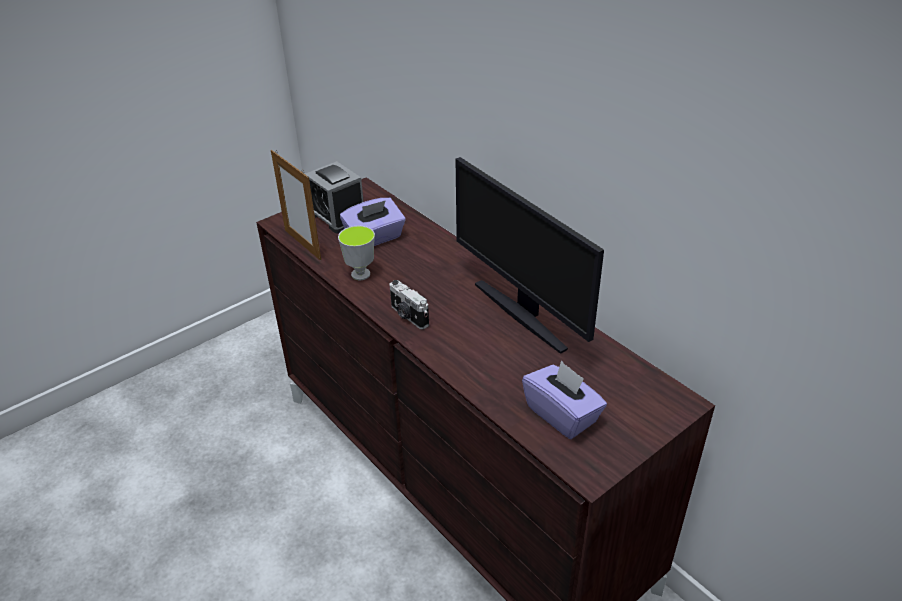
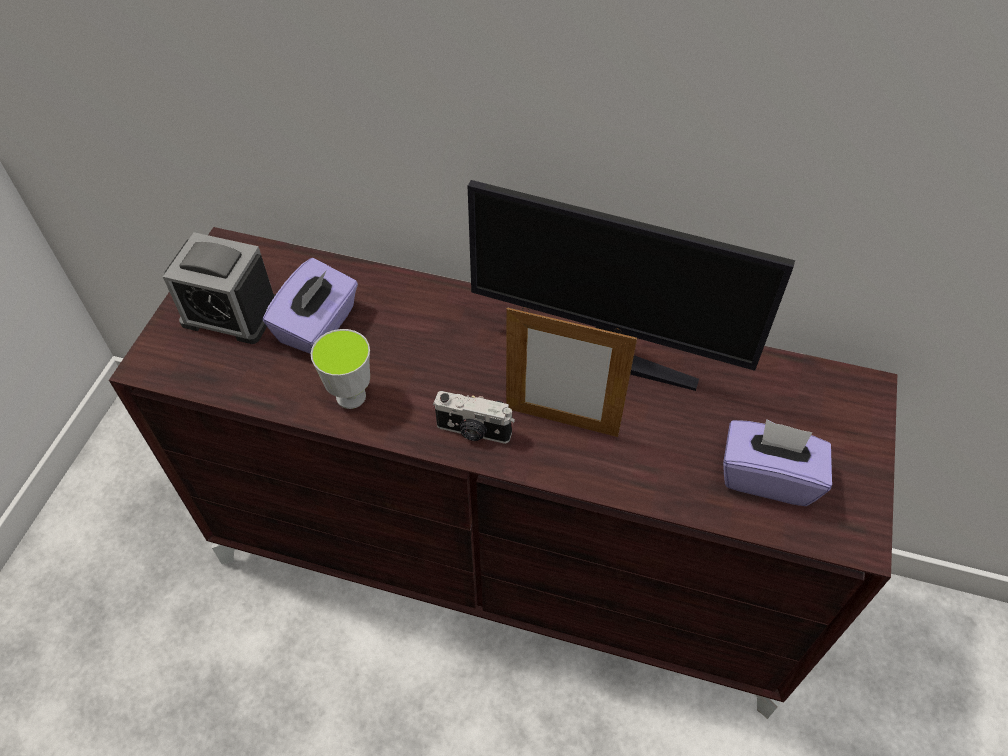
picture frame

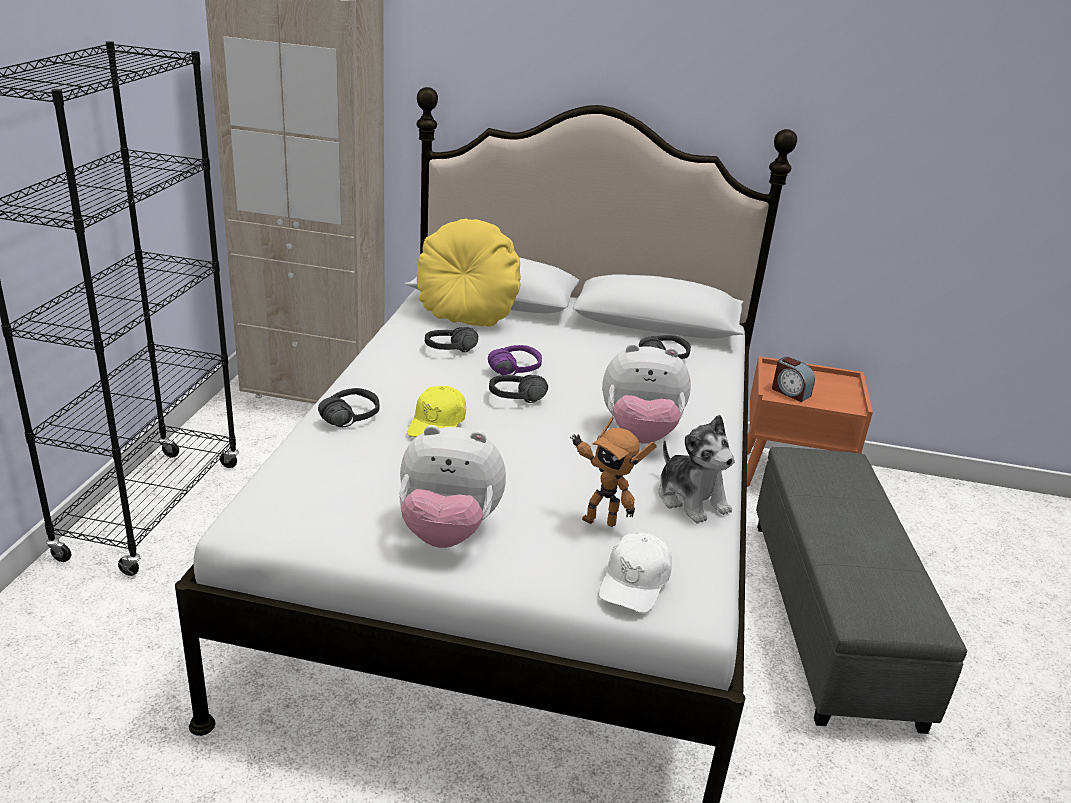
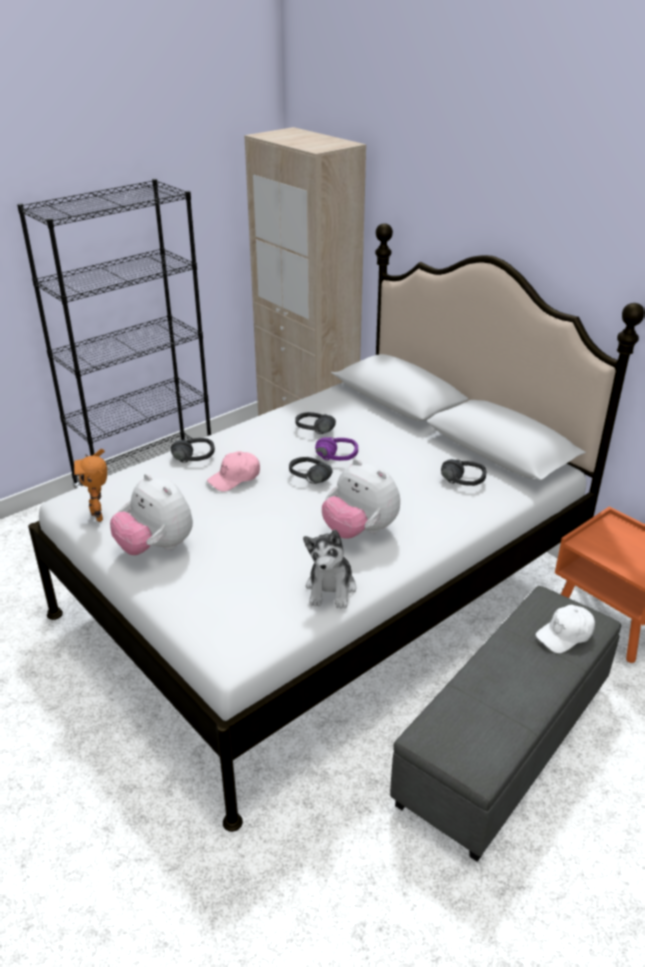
pink cap
yellow pillow
toy robot
white cap
alarm clock

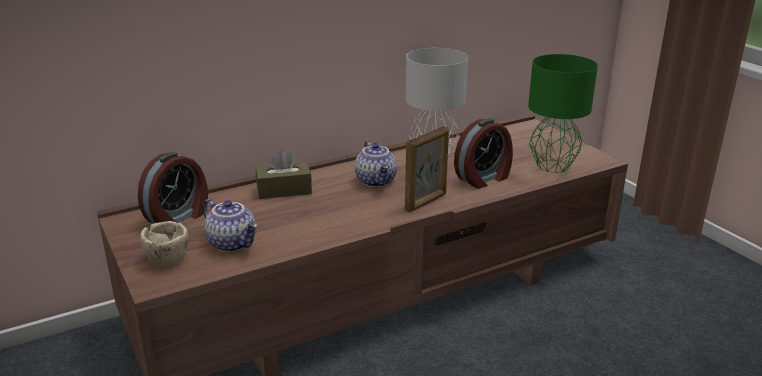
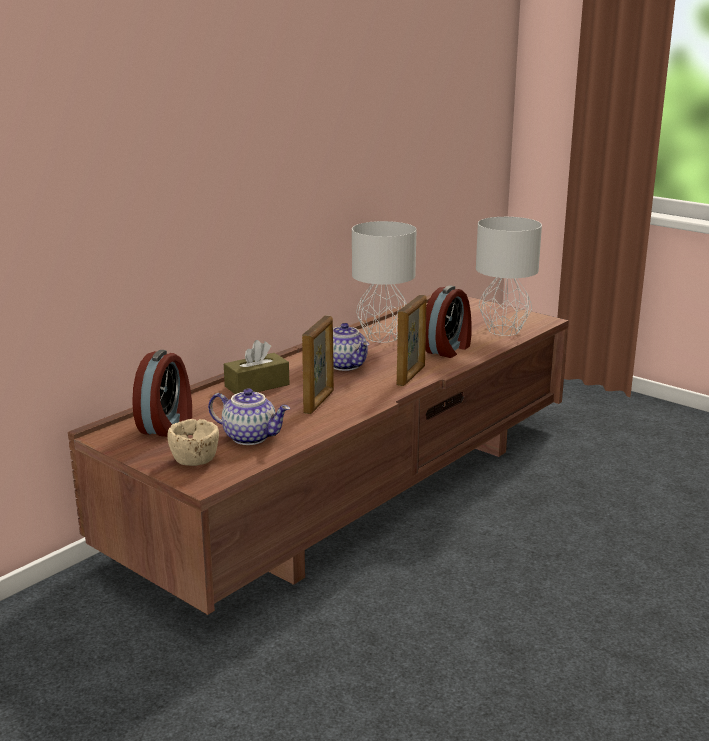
grey table lamp (no. 2 from left)
picture frame (no. 1 from left)

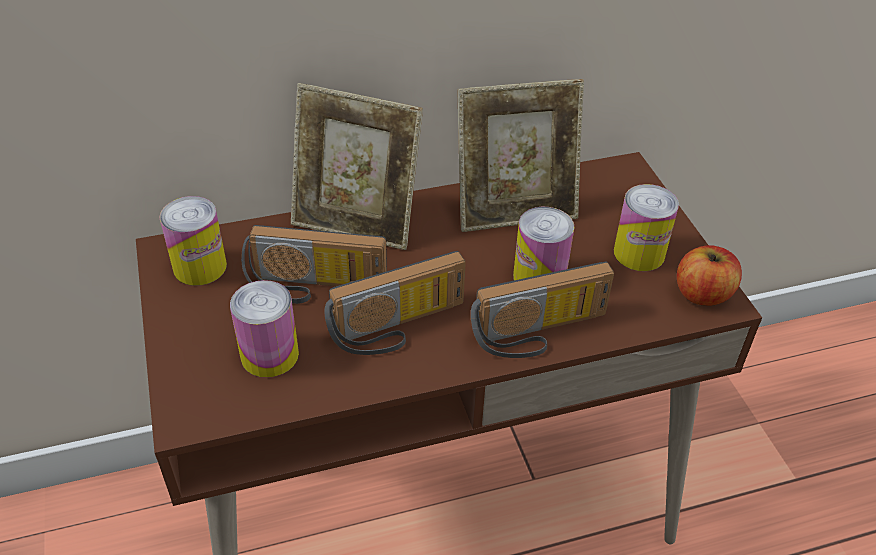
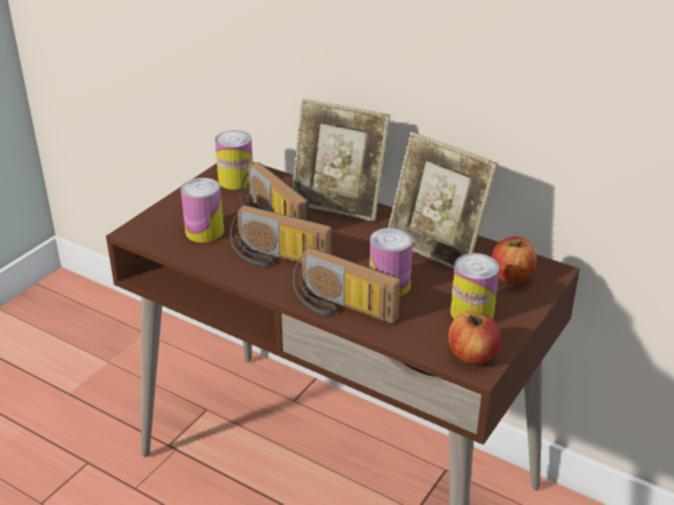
picture frame (no. 1 from left)
apple (no. 2 from left)

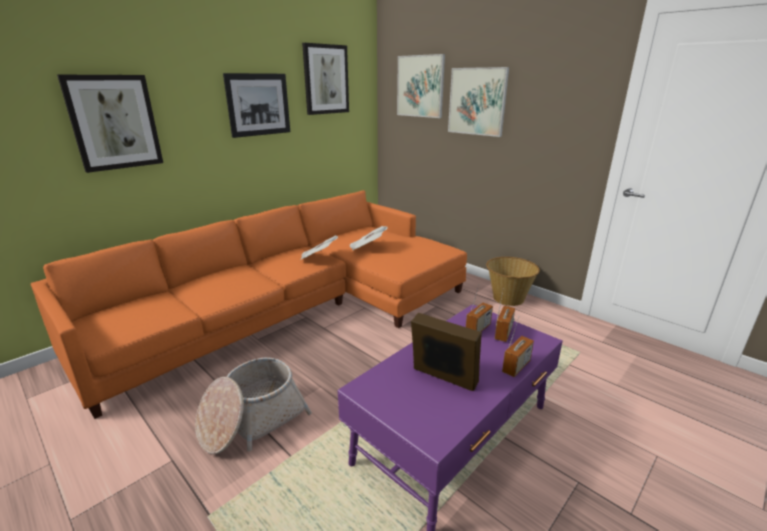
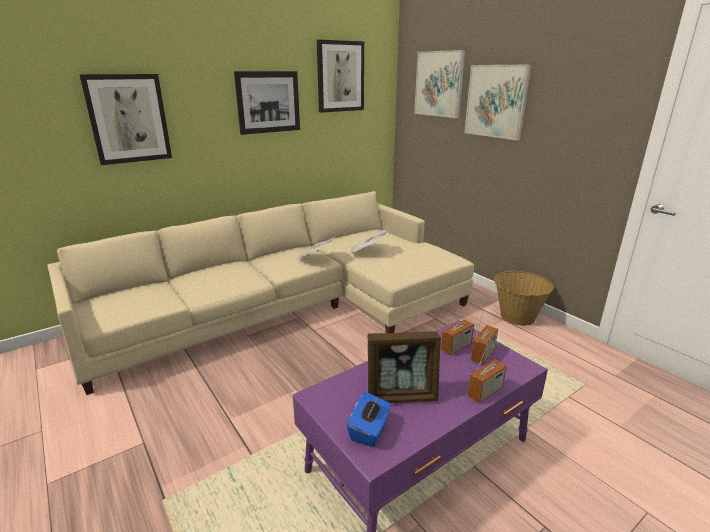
beige sofa
basket (no. 1 from left in the first image)
picture frame
blue tissue box

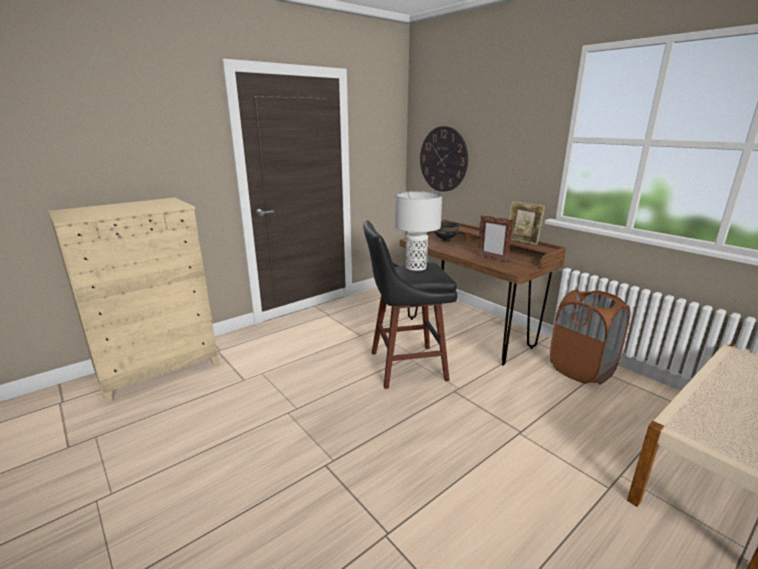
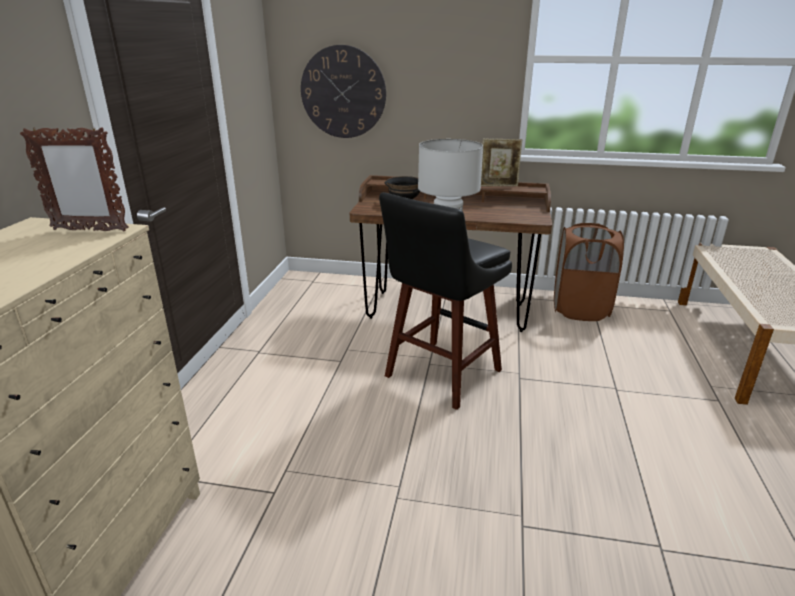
picture frame (no. 1 from left)

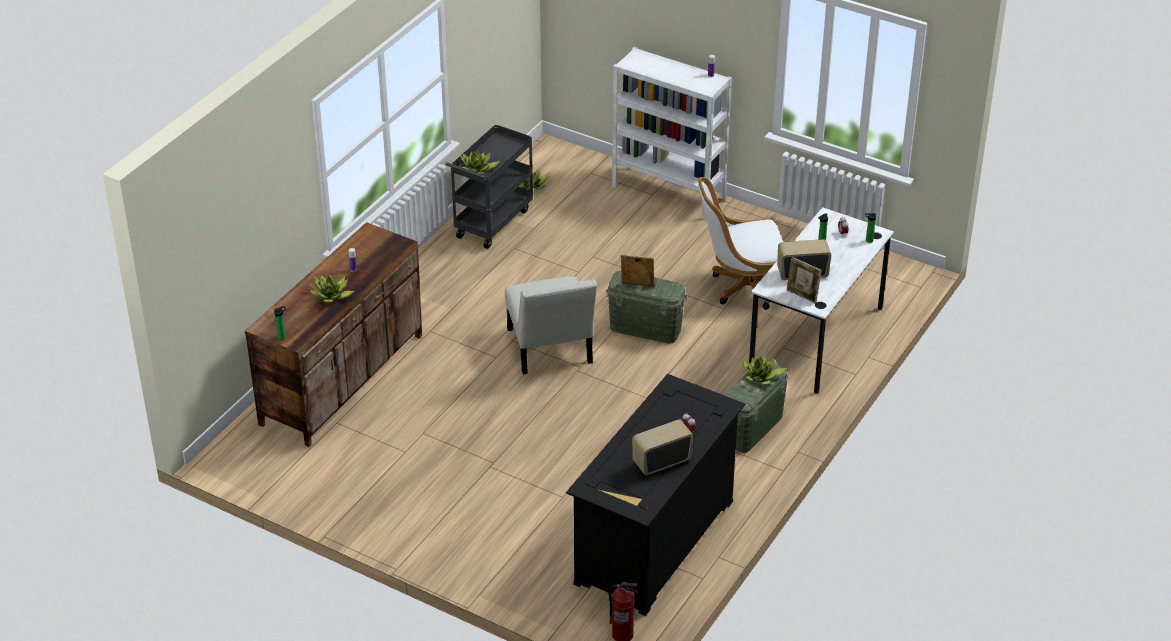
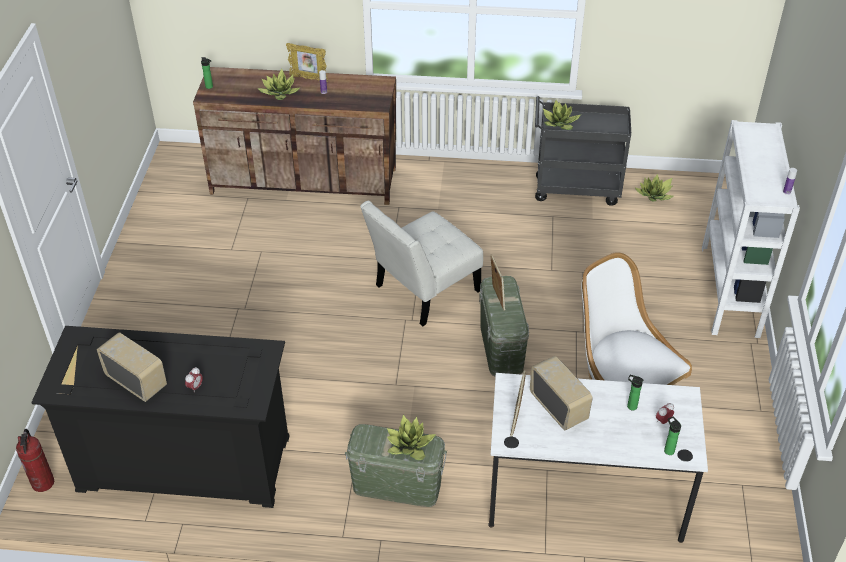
picture frame (no. 1 from left)

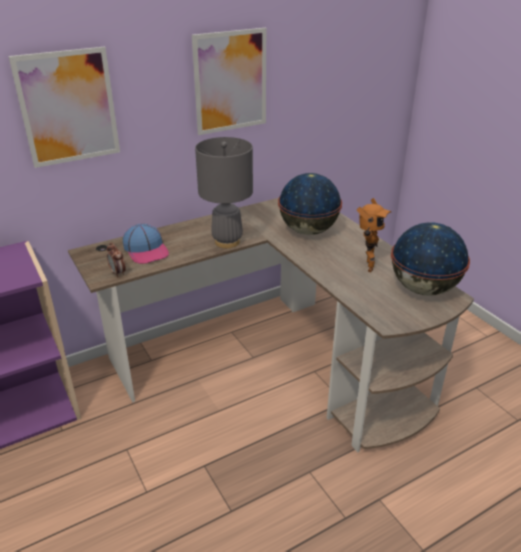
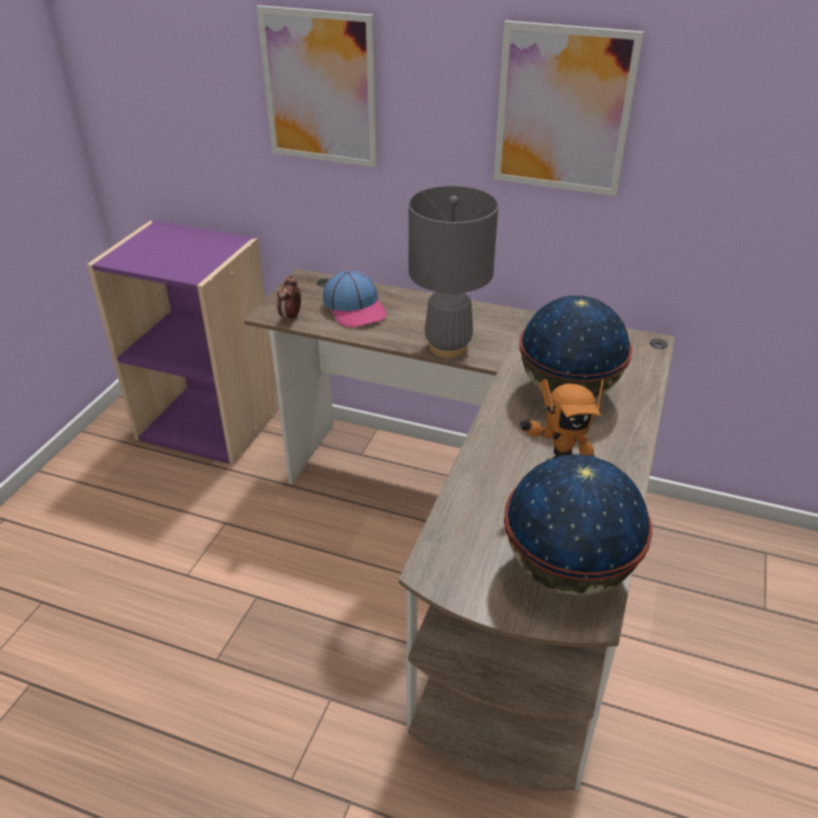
cap

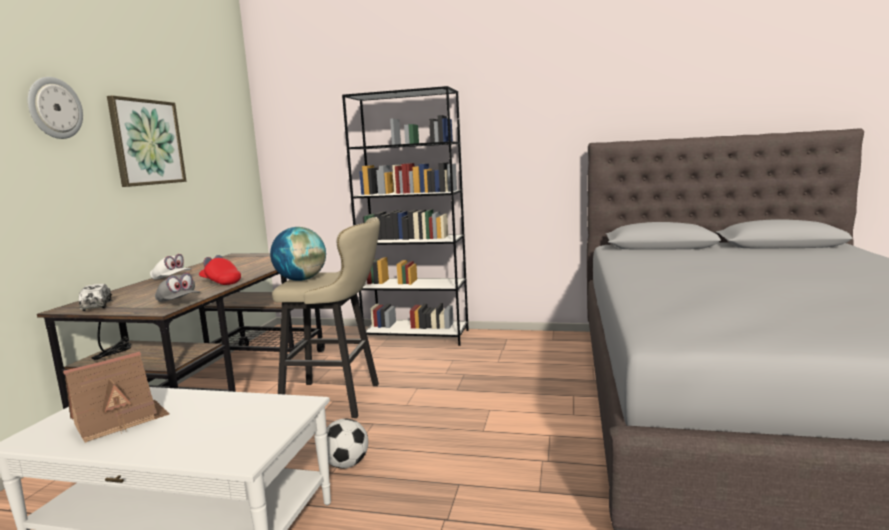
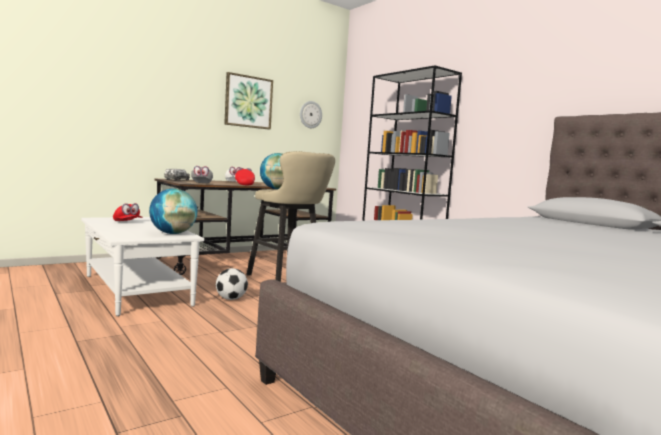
wall clock
red cap (no. 1 from left)
globe (no. 1 from left)

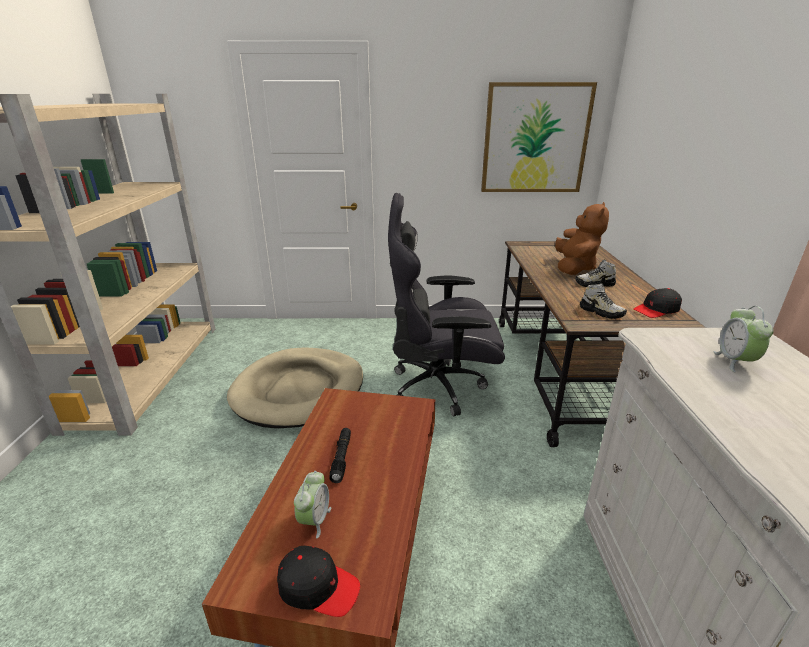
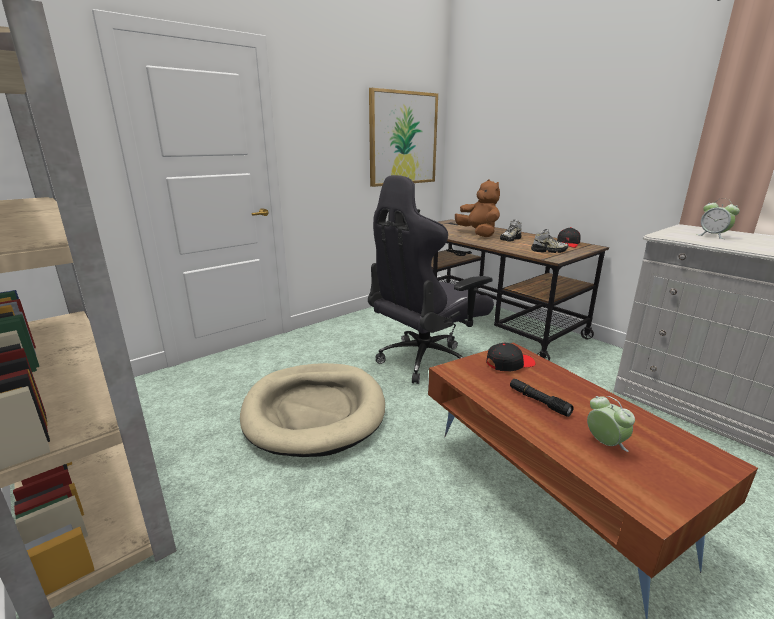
black cap (no. 1 from left)

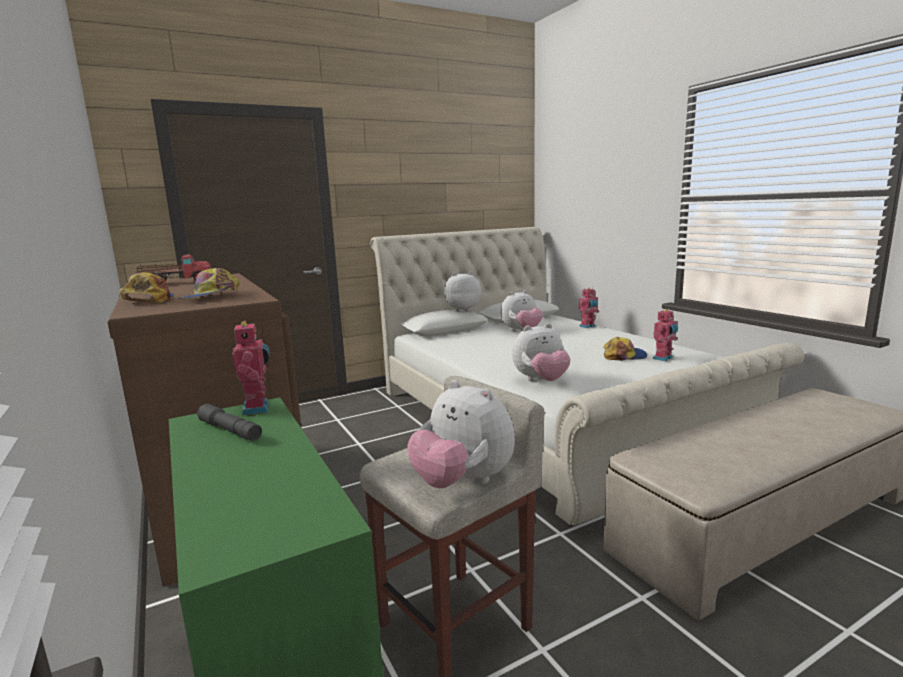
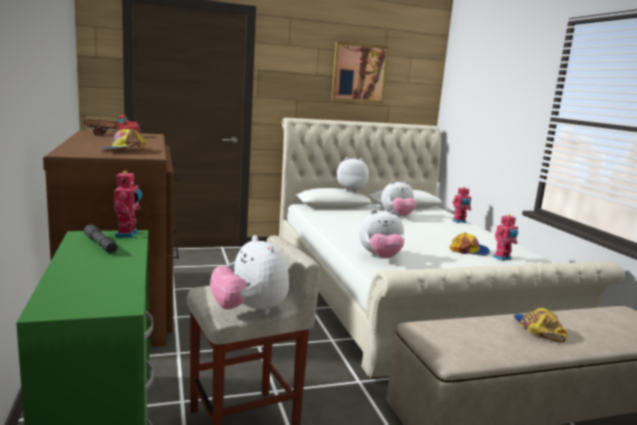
cap (no. 3 from left)
picture

